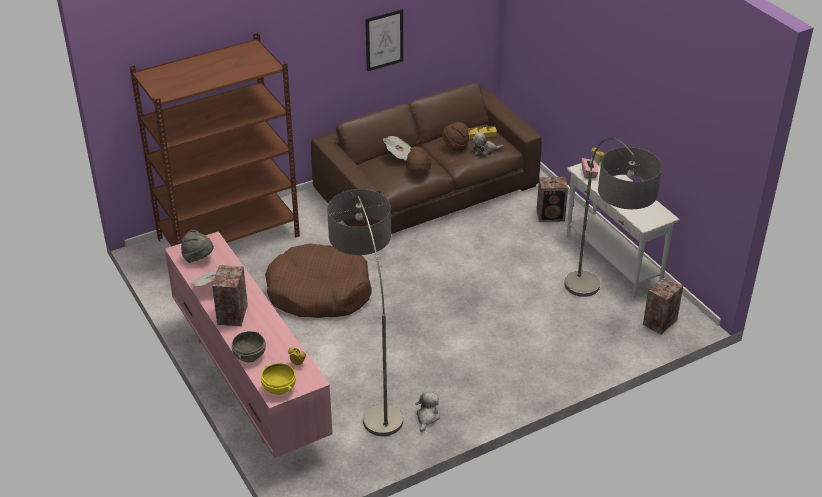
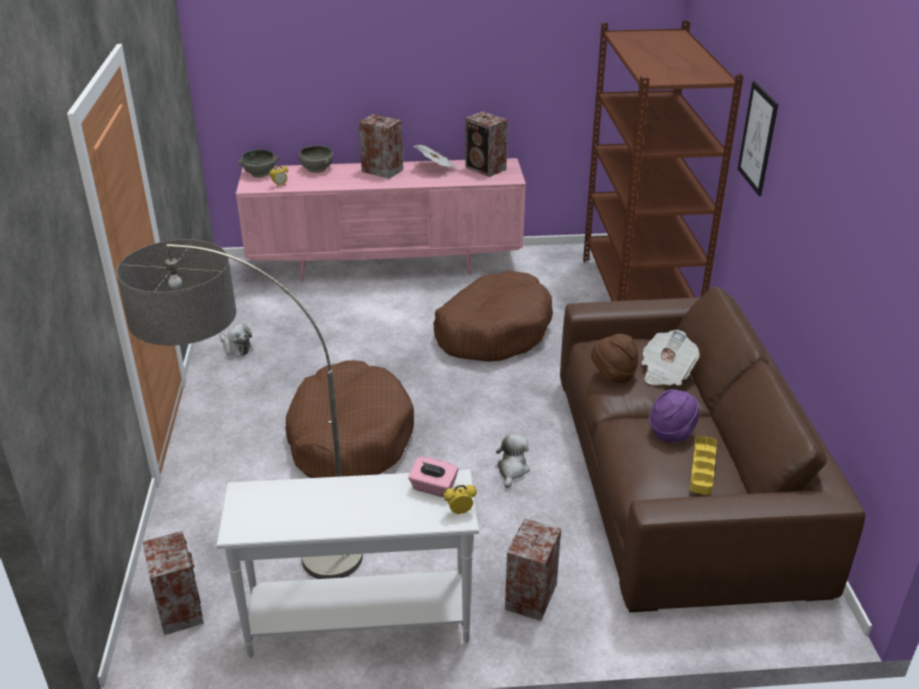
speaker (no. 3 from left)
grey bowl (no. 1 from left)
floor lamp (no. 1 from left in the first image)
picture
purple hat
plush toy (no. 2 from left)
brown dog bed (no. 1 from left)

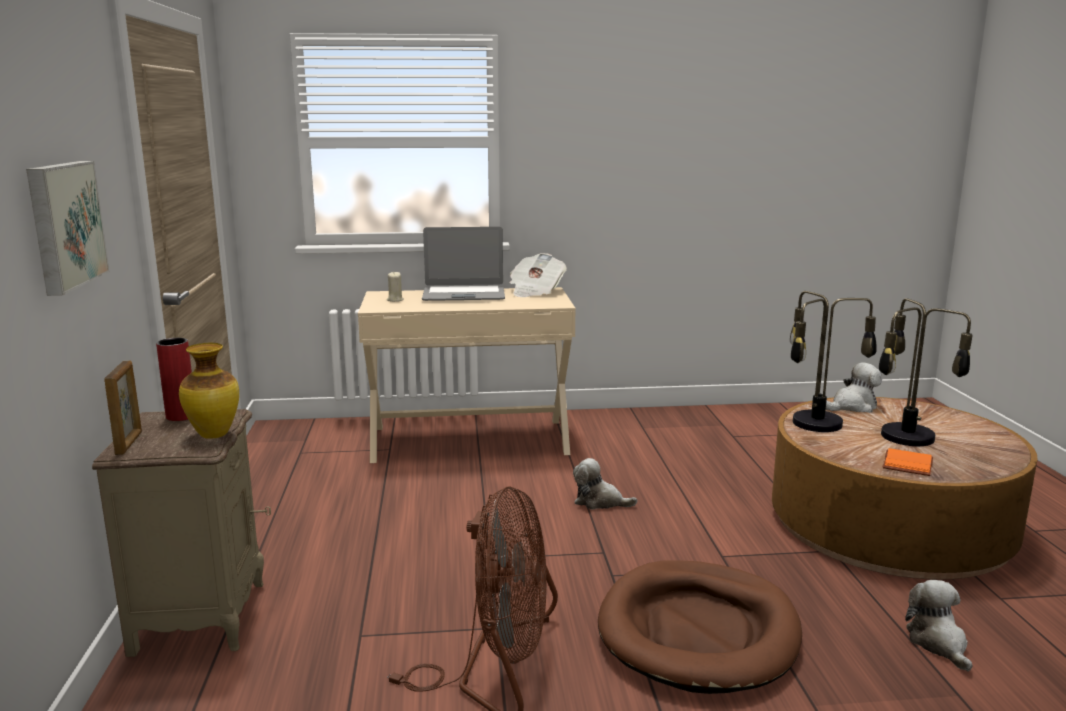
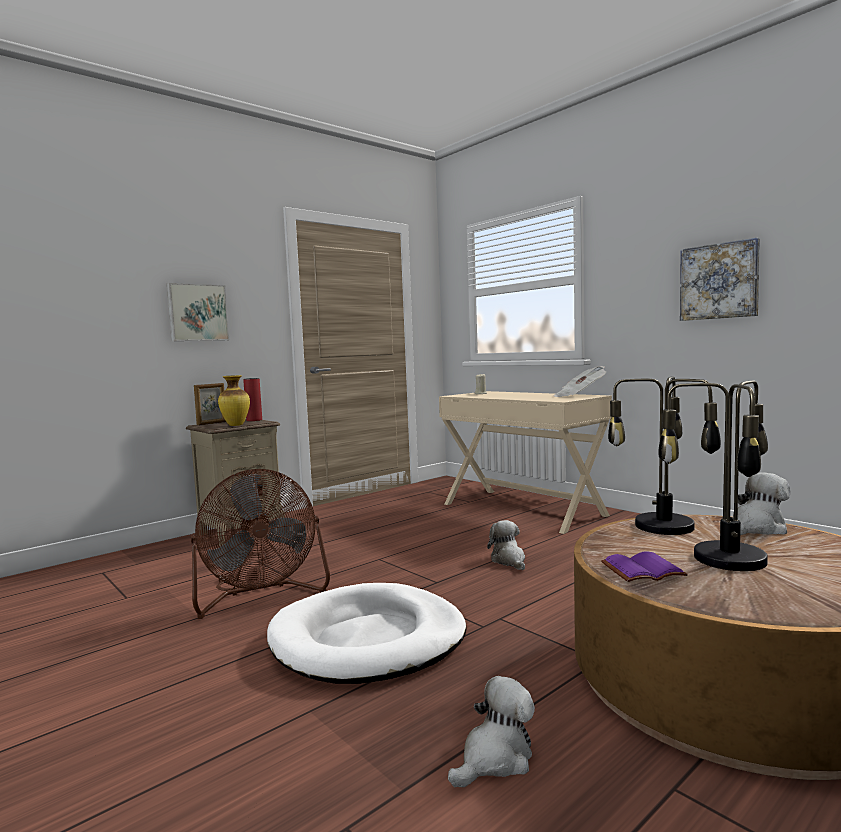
laptop
white dog bed
plush toy (no. 3 from left)
purple book
picture (no. 2 from left)

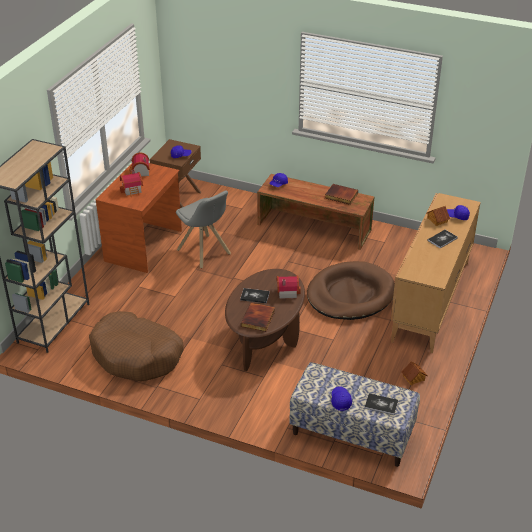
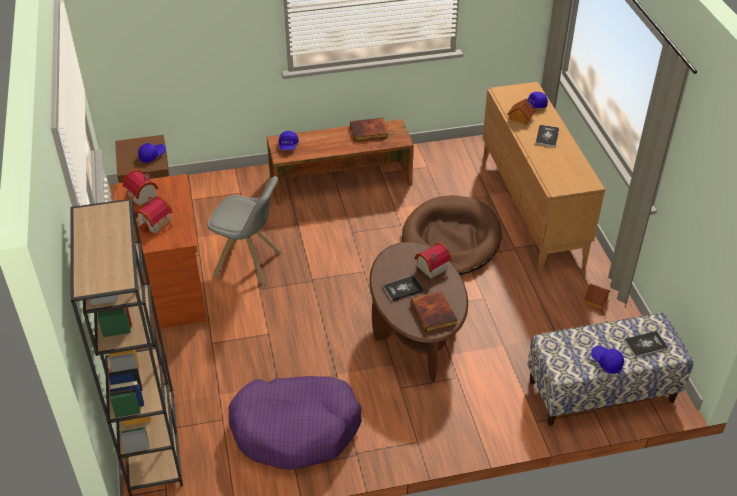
purple dog bed

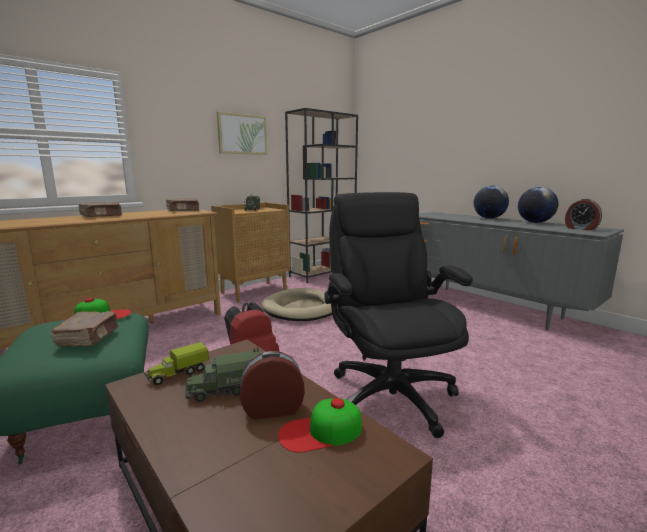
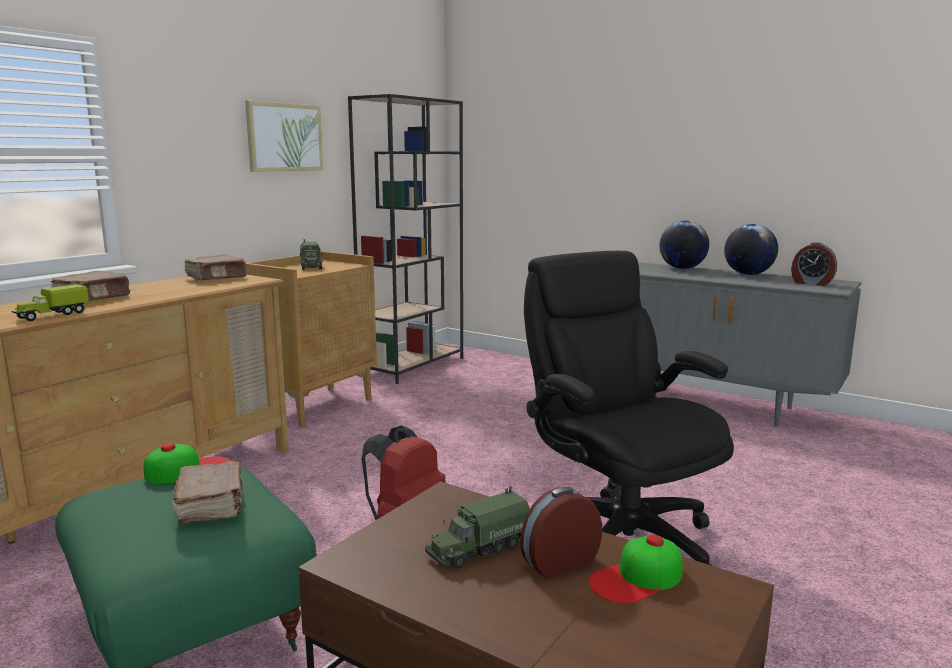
toy truck (no. 1 from left)
beige dog bed

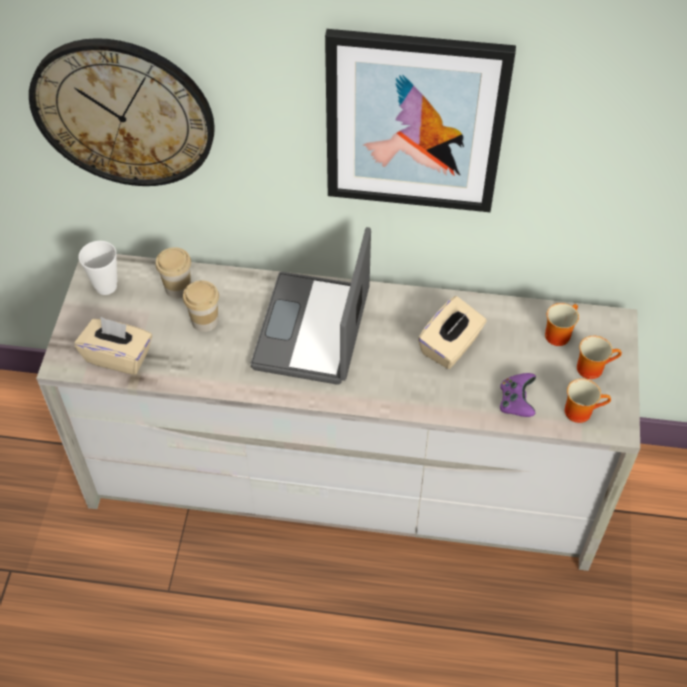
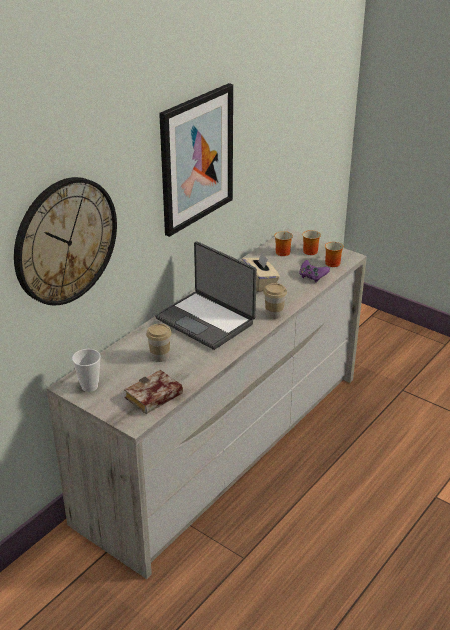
book
cup (no. 3 from left)

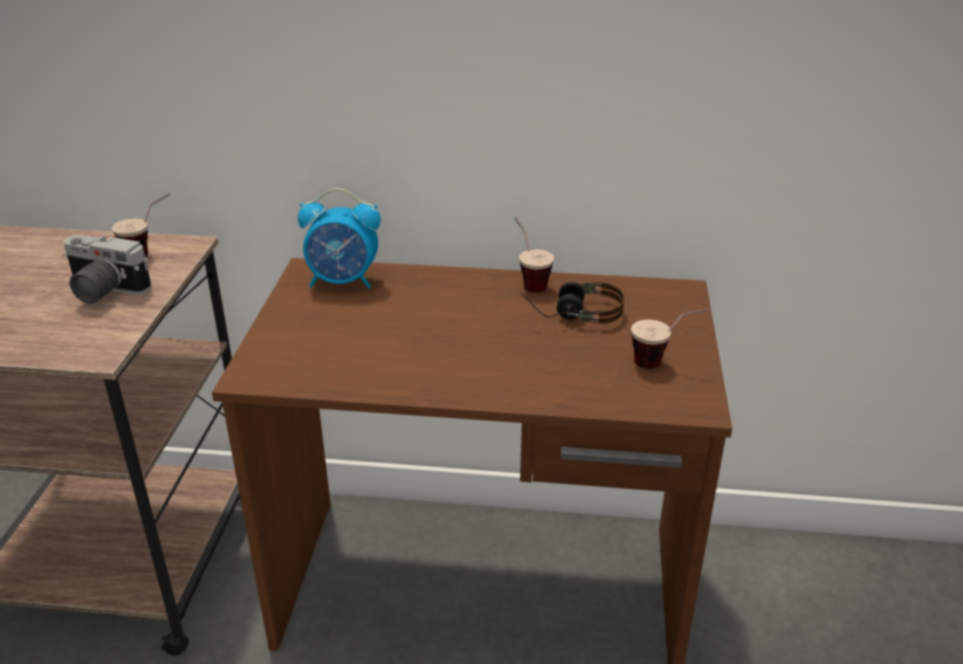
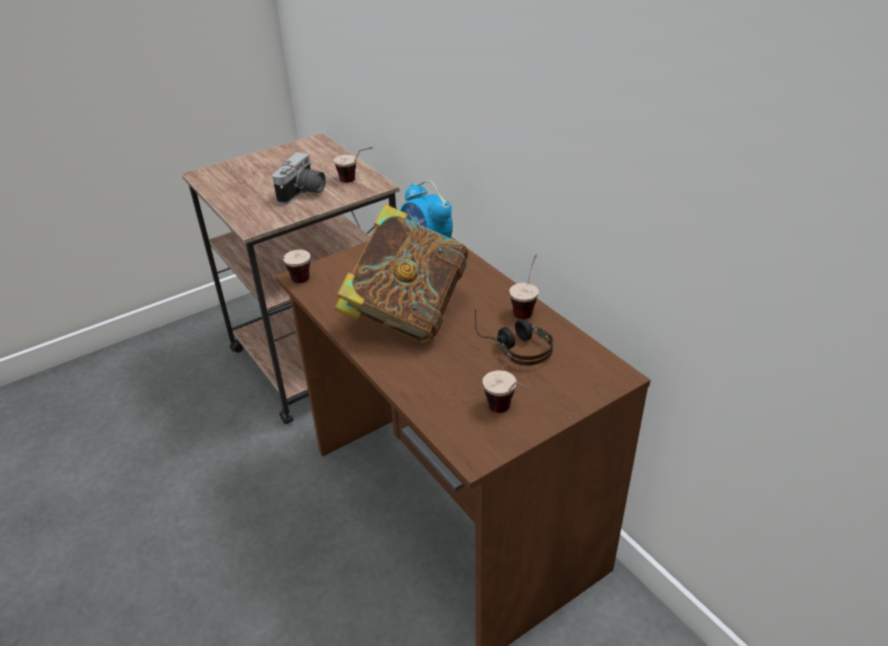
photo camera
cup (no. 1 from left)
book

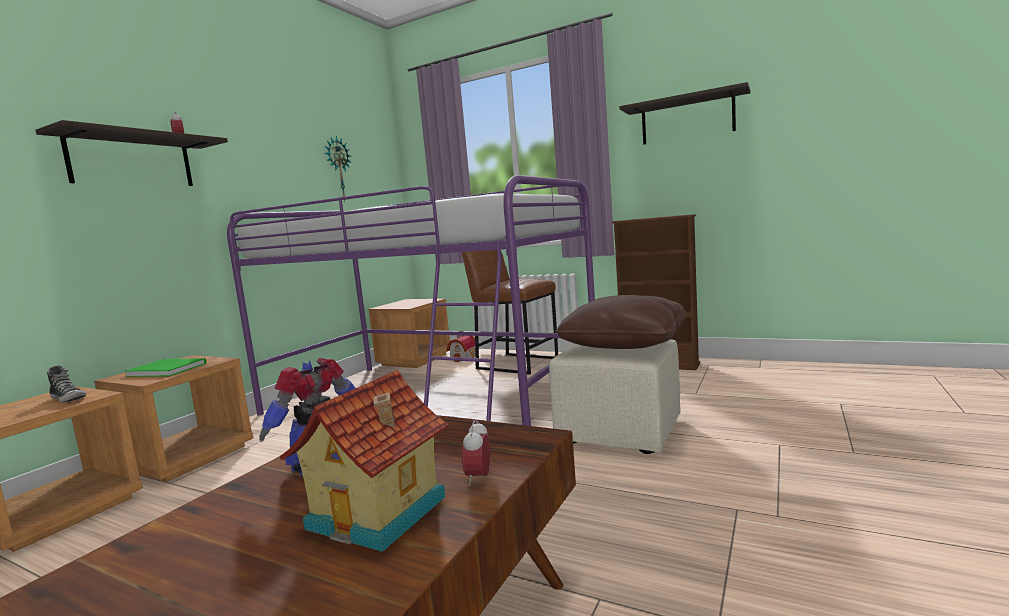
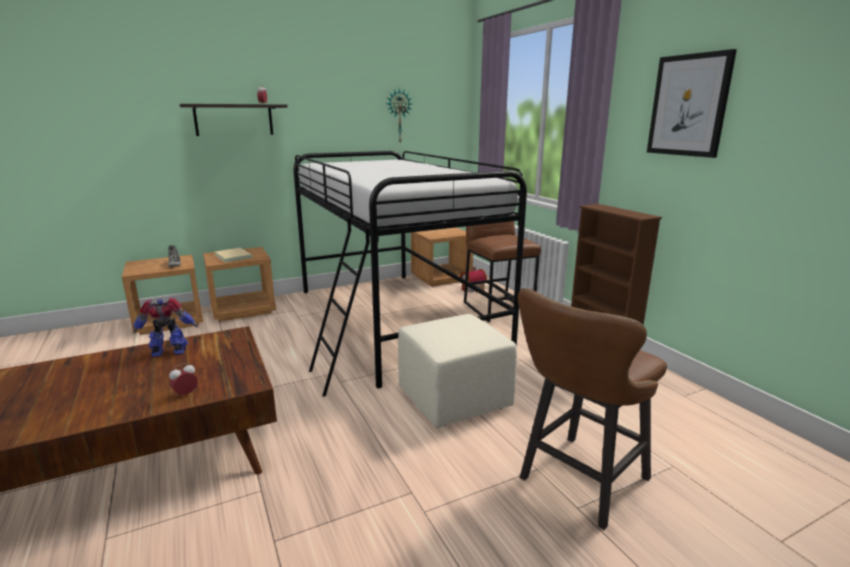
beige book
black bed
toy house (no. 1 from left in the first image)
brown pillow
picture
brown stool

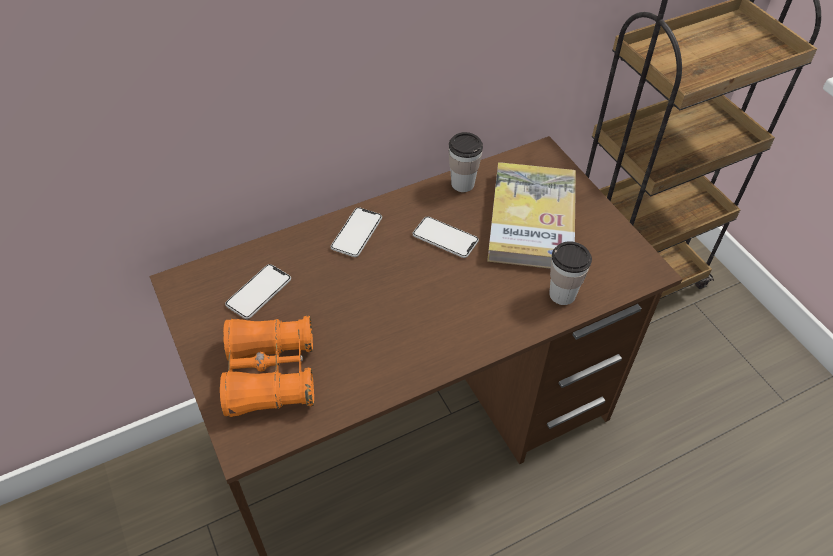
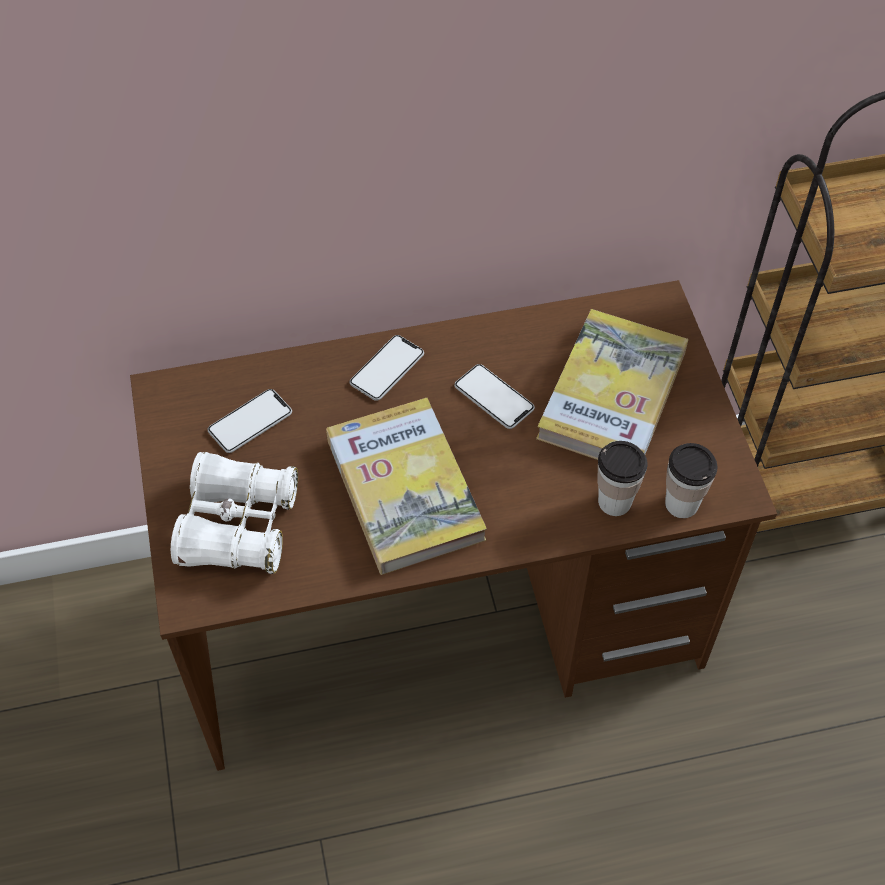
white binoculars
cup (no. 2 from left)
book (no. 1 from left)

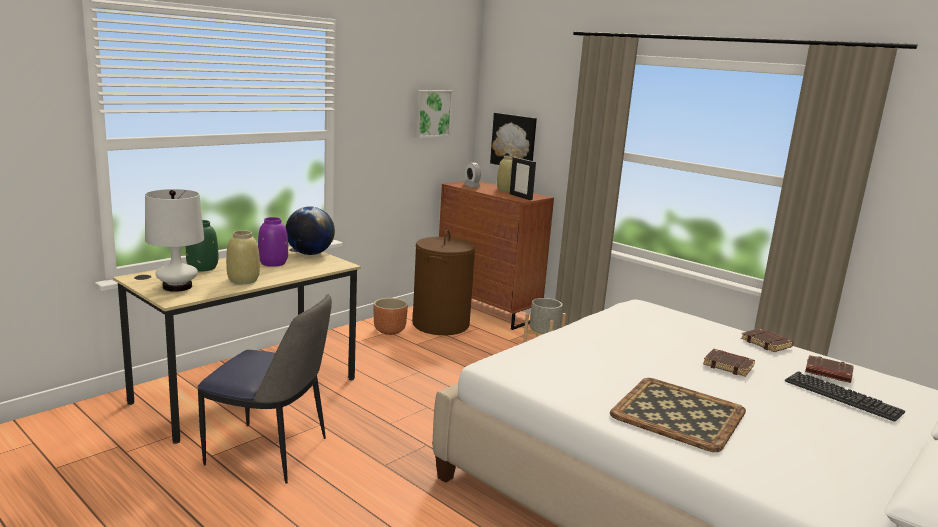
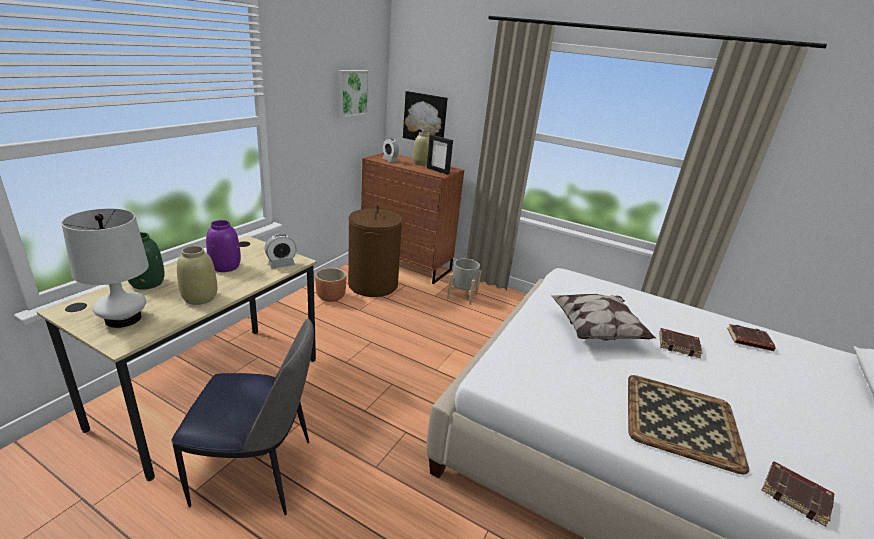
globe
brown book (no. 3 from left)
keyboard
alarm clock (no. 1 from left)
pillow

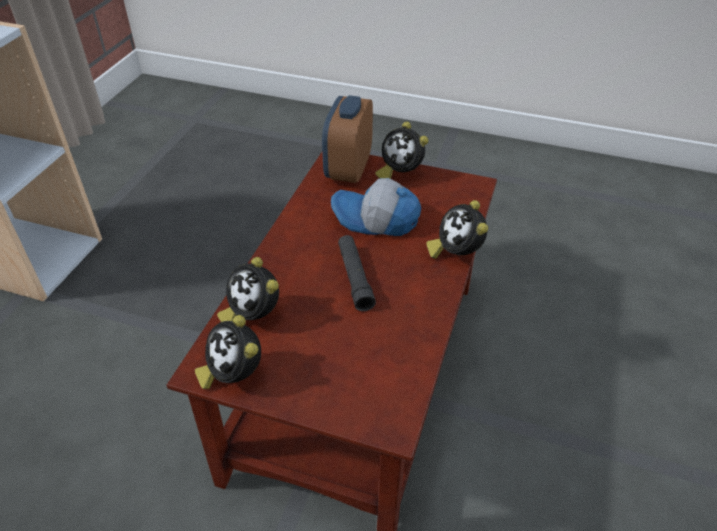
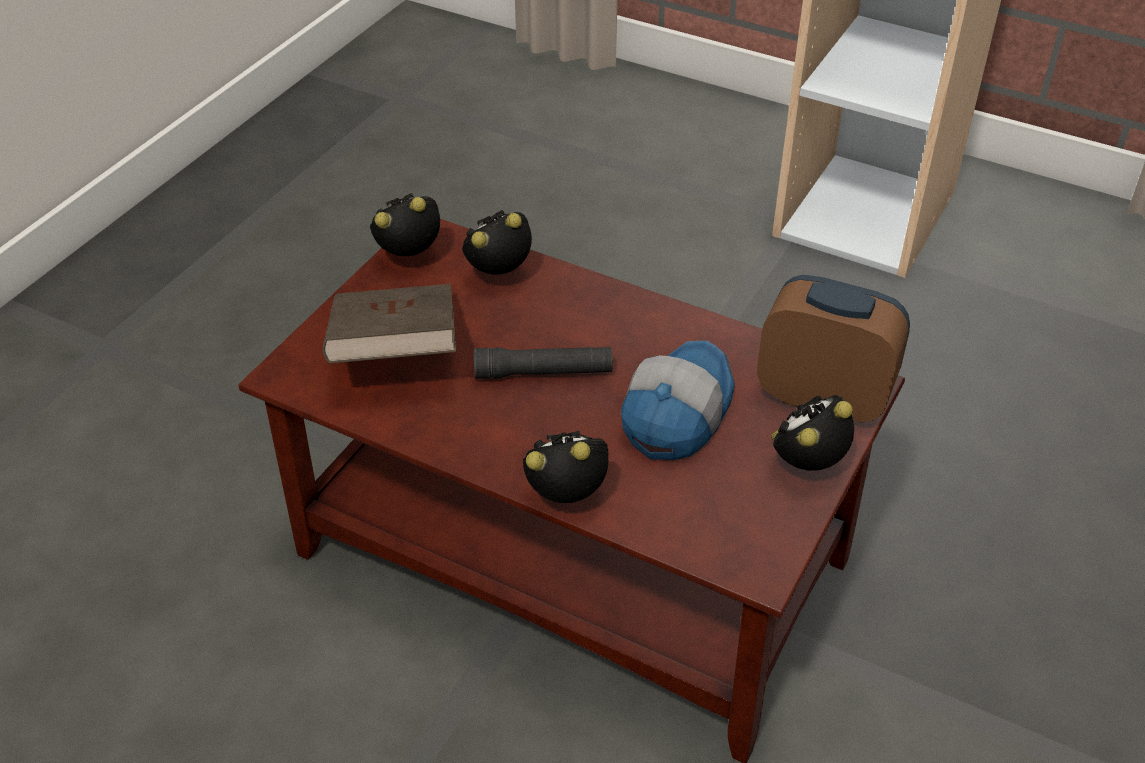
brown book

